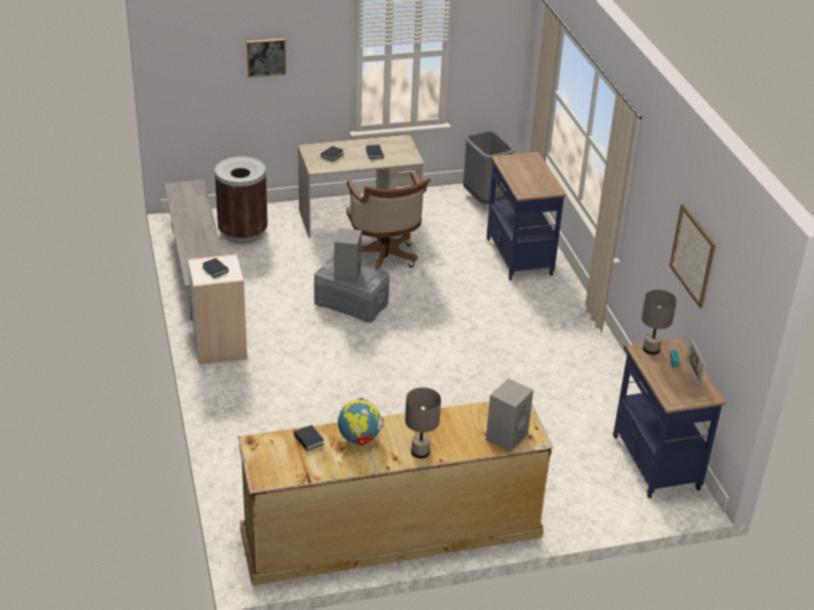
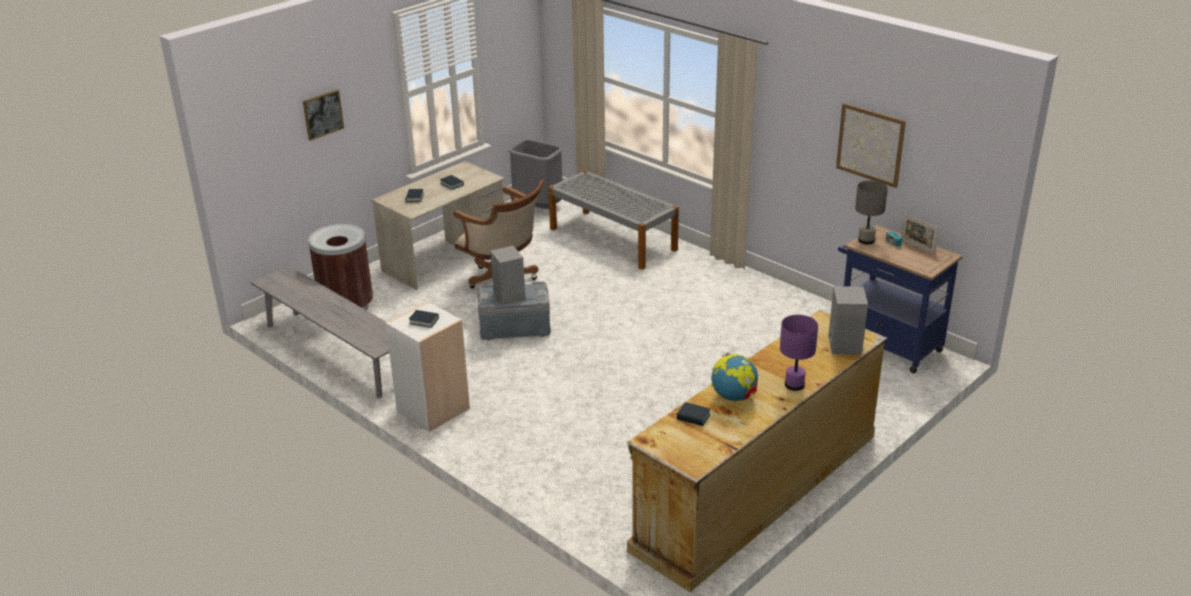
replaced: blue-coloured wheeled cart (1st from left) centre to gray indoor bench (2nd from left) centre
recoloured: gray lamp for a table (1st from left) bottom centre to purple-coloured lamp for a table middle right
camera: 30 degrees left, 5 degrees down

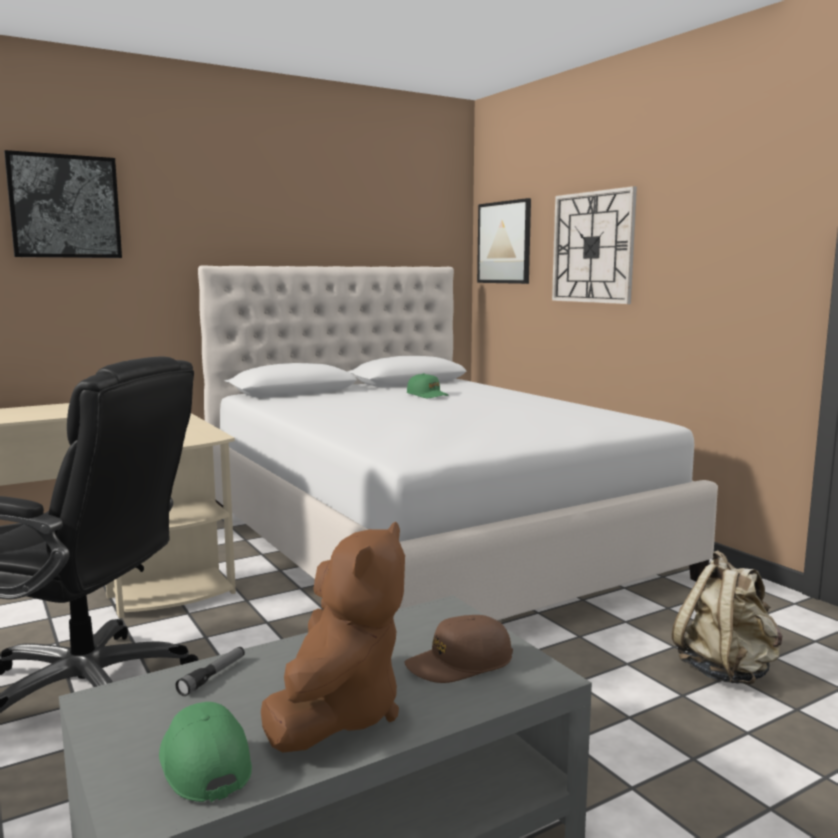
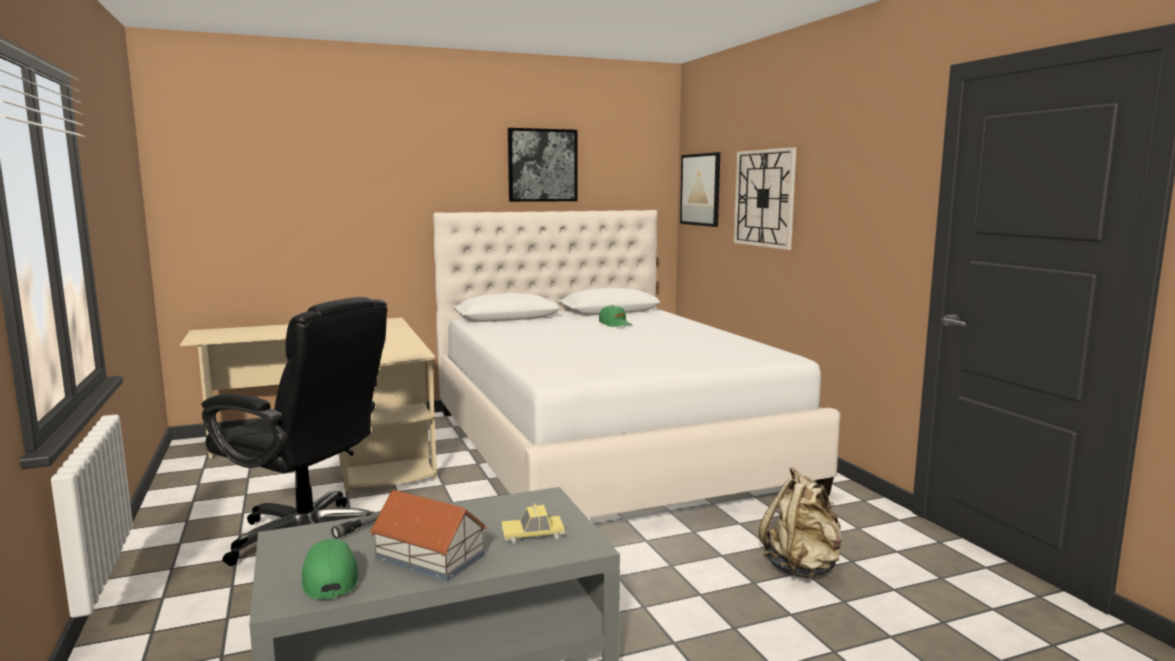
moved: picture (1st from left) top left to top centre
replaced: brown soft toy bottom centre to toy house bottom centre; brown baseball cap bottom centre to miniature car bottom centre
camera: 10 degrees right, 0 degrees up

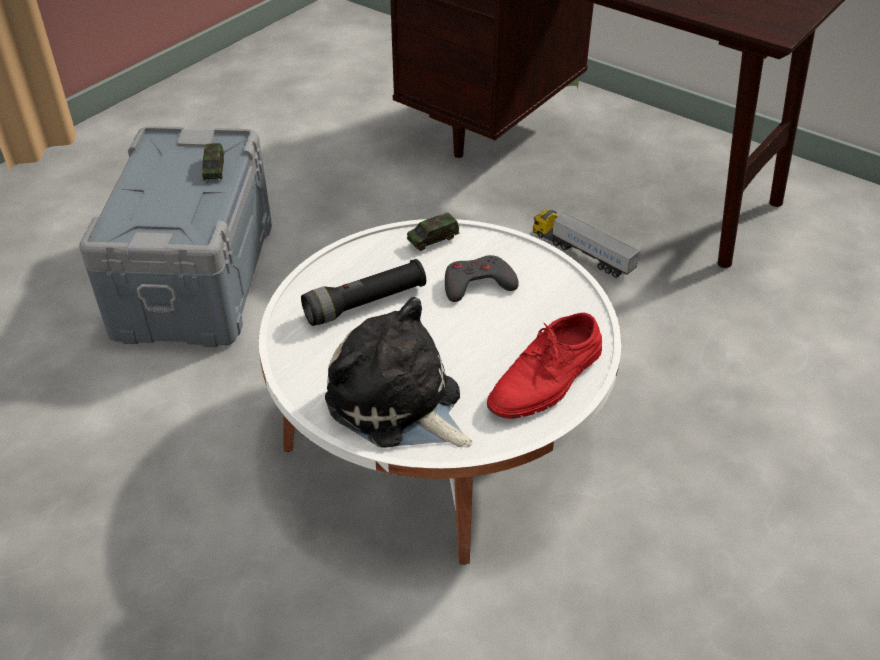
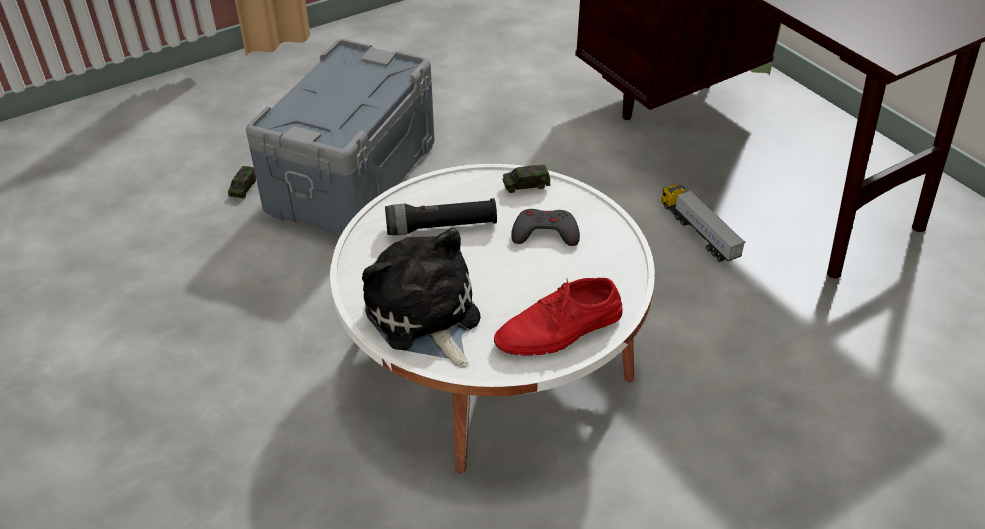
moved: miniature car (1st from left) top left to middle left
camera: 20 degrees right, 0 degrees up

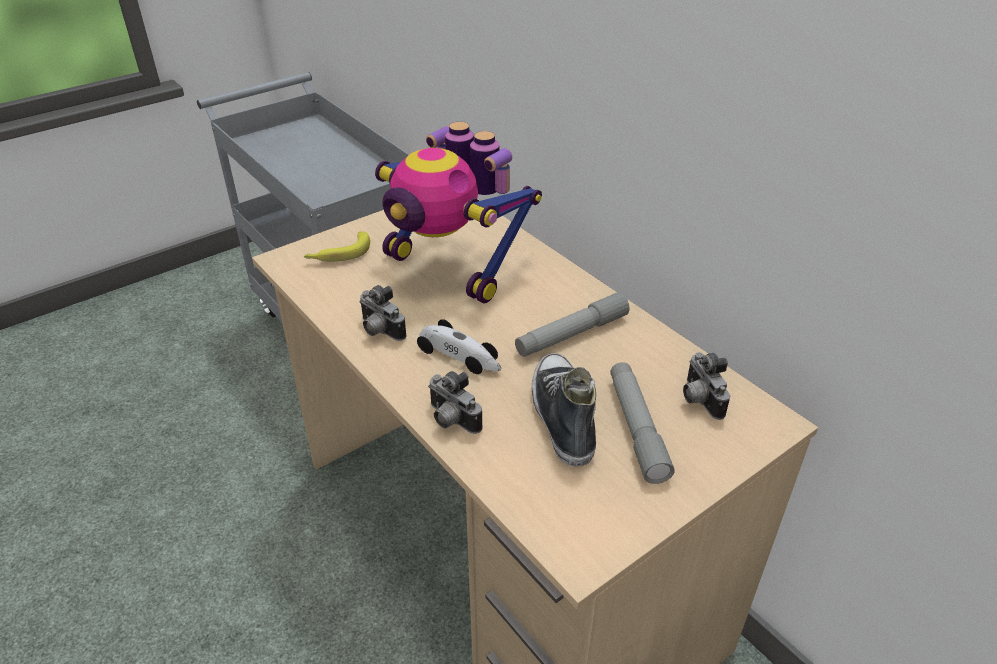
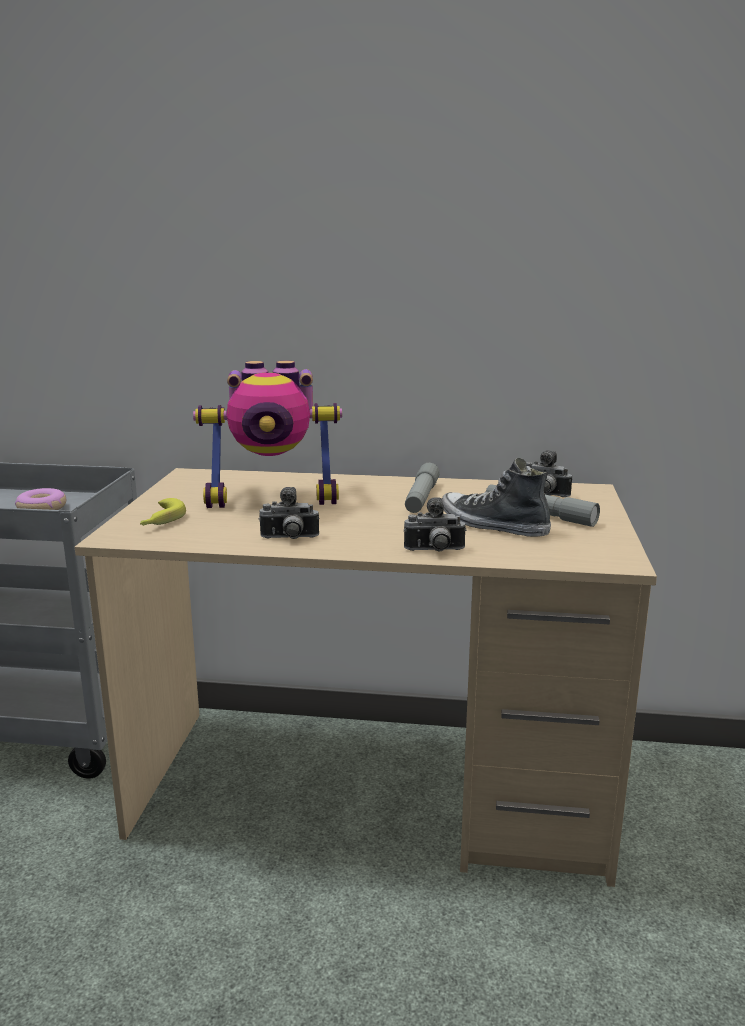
removed: miniature car centre
added: doughnut middle left
camera: 45 degrees left, 20 degrees down

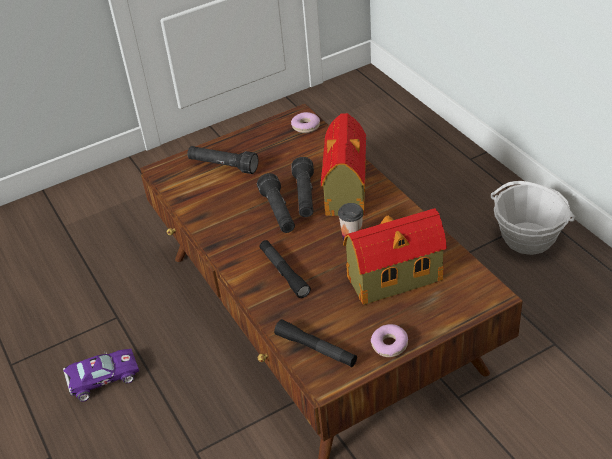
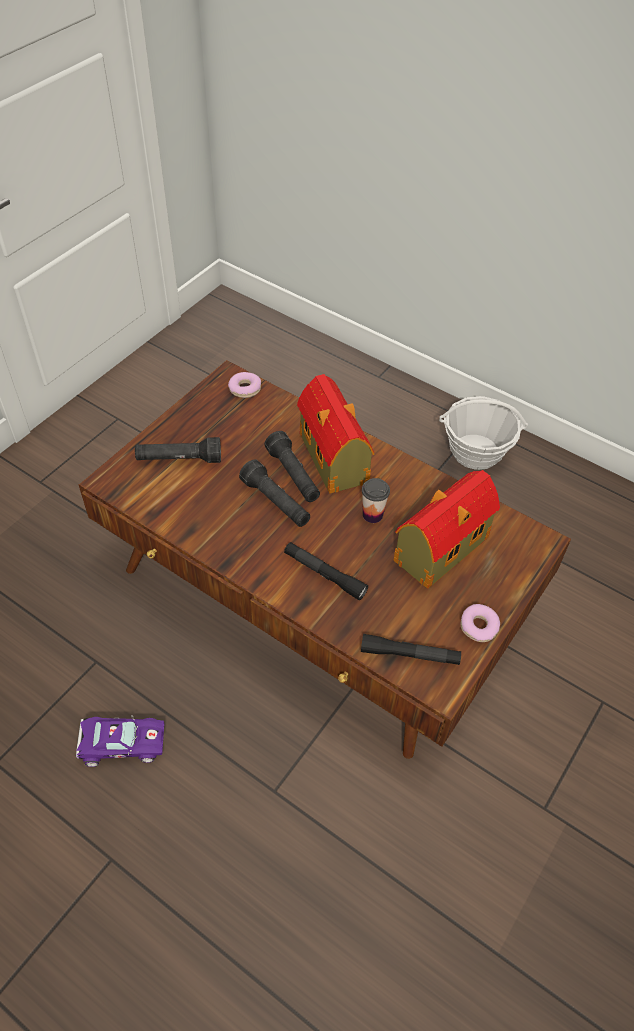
turned: purple-coloured miniature car bottom left = bottom left 45 degrees clockwise
camera: 30 degrees left, 10 degrees up

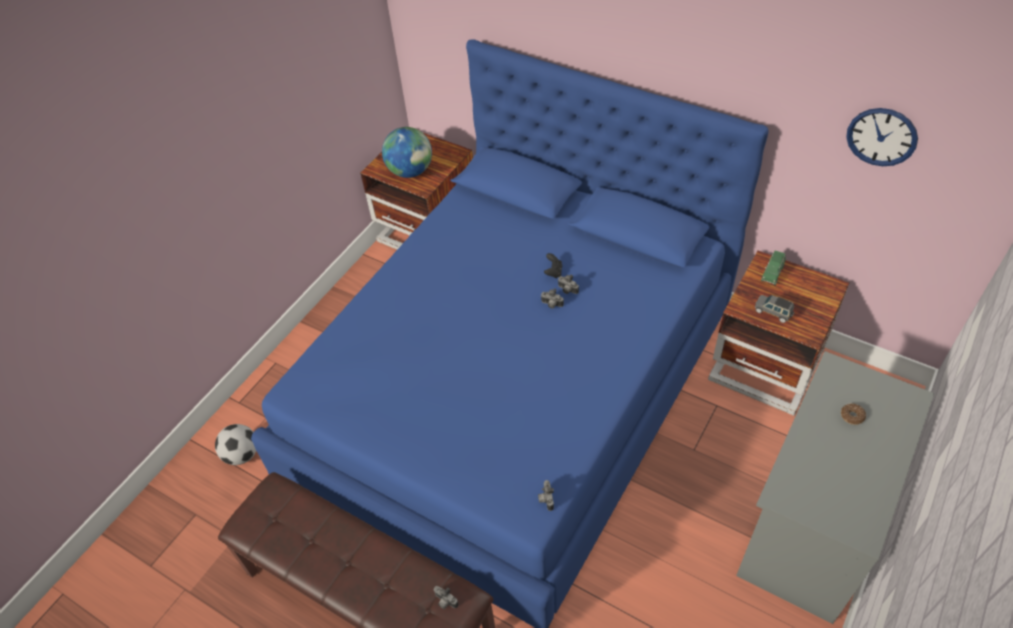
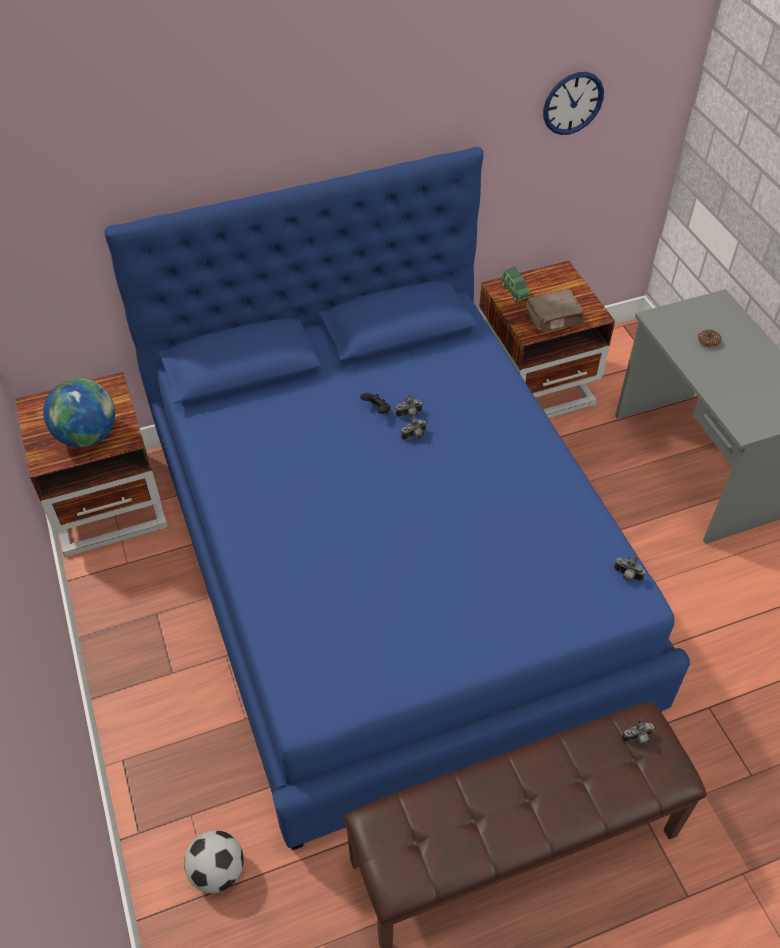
replaced: gray miniature car middle right to brown book top right
camera: 55 degrees left, 0 degrees up

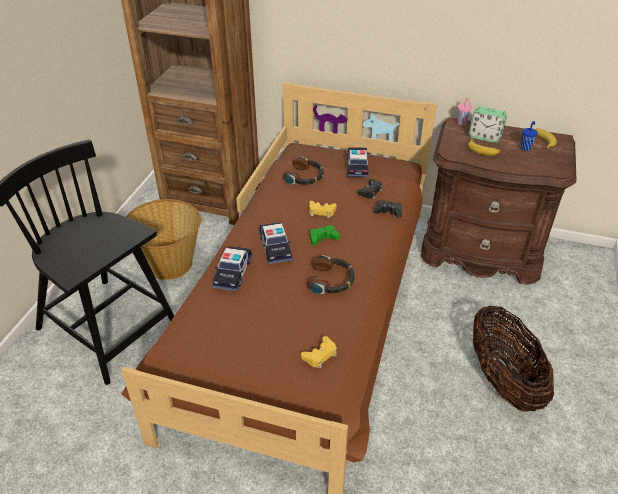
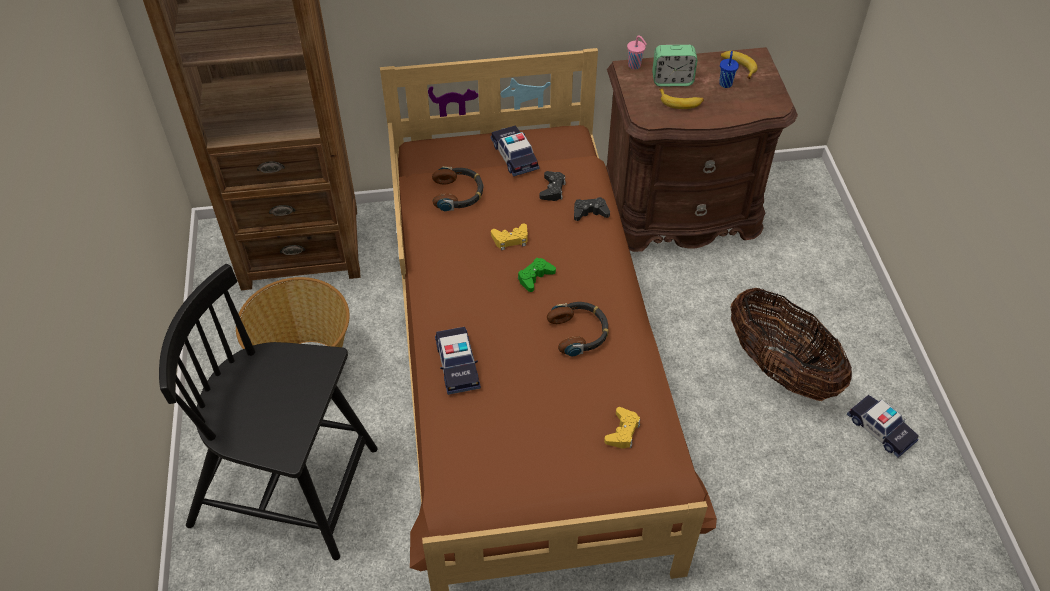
moved: miniature car (2nd from left in the first image) centre to miniature car (3rd from left) bottom right
camera: 25 degrees left, 10 degrees up

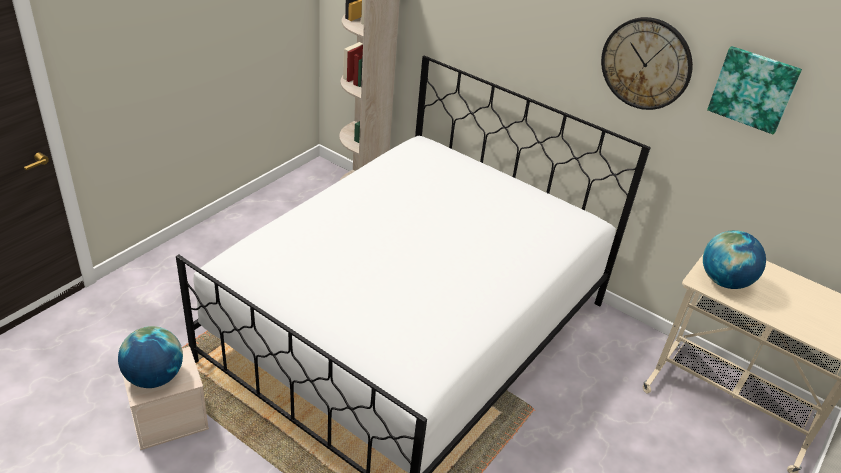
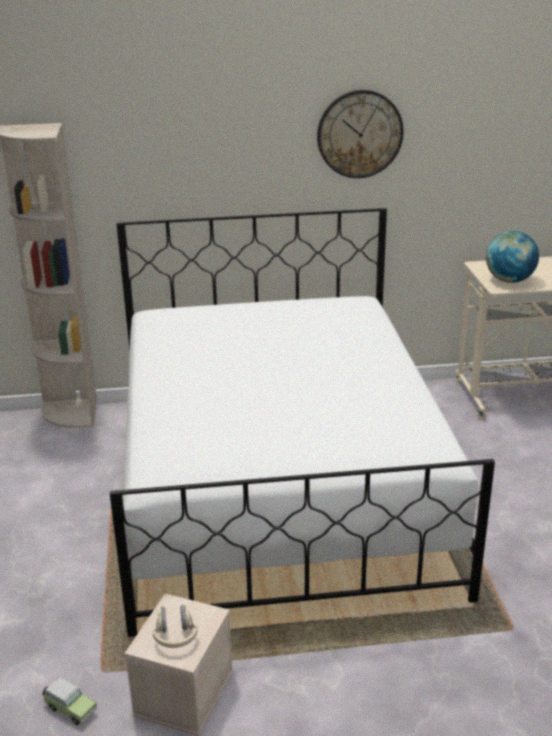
removed: picture top right
added: miniature car bottom left
replaced: desk globe (1st from left) bottom left to sand-coloured pair of headphones bottom left
camera: 40 degrees left, 10 degrees down

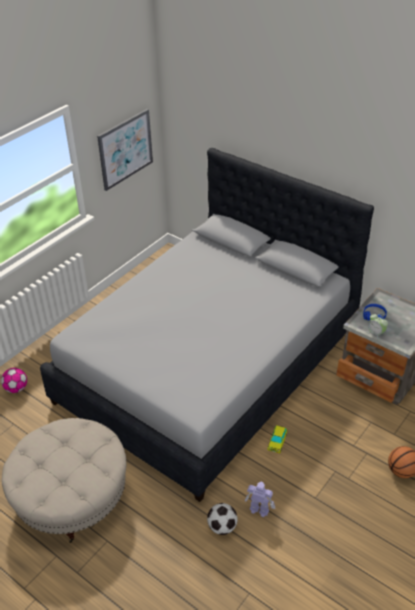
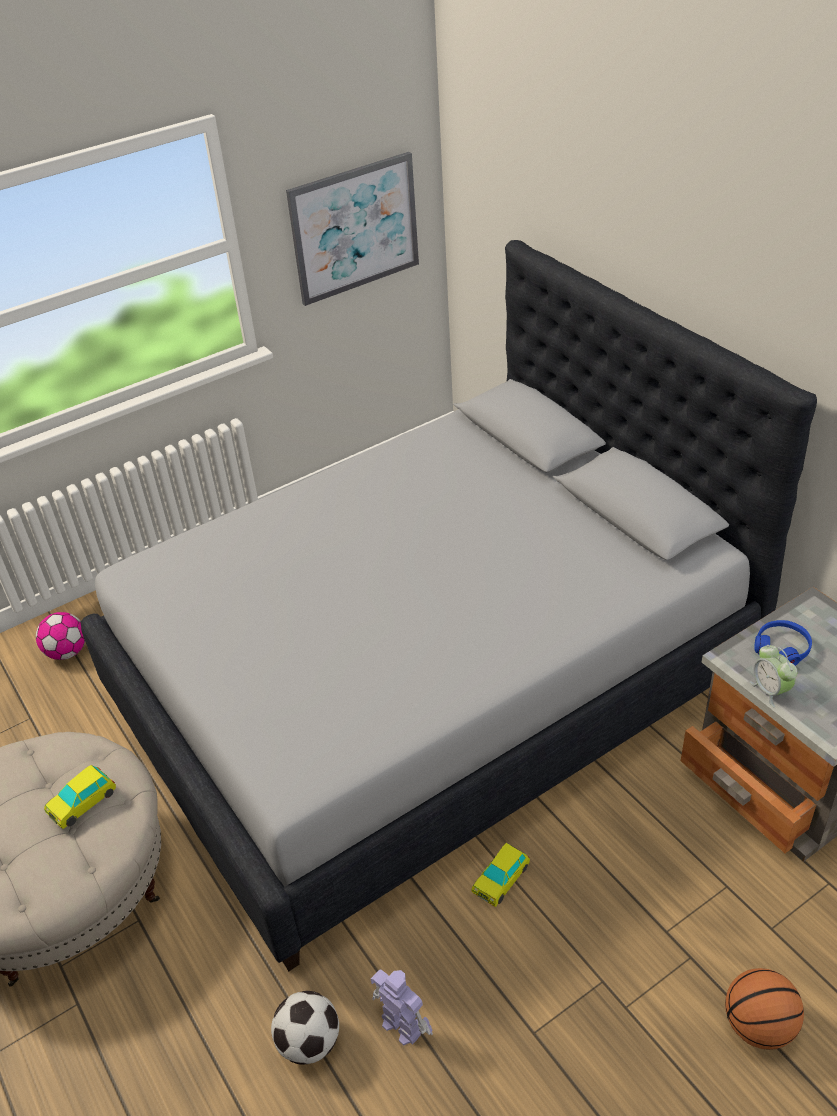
added: miniature car (1st from left) bottom left
camera: 20 degrees right, 0 degrees up

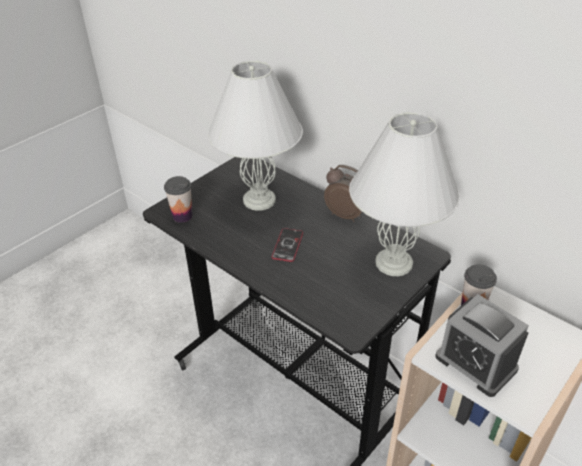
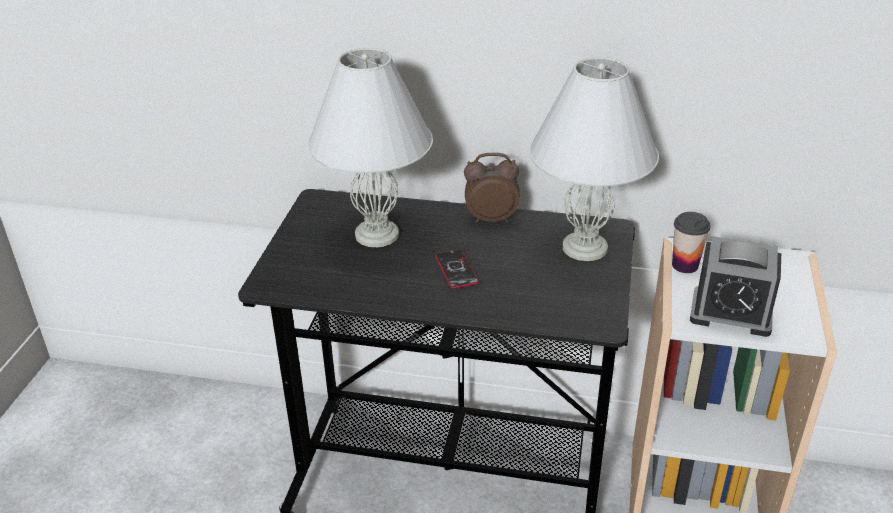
removed: small cup (1st from left) middle left
camera: 30 degrees left, 5 degrees down

